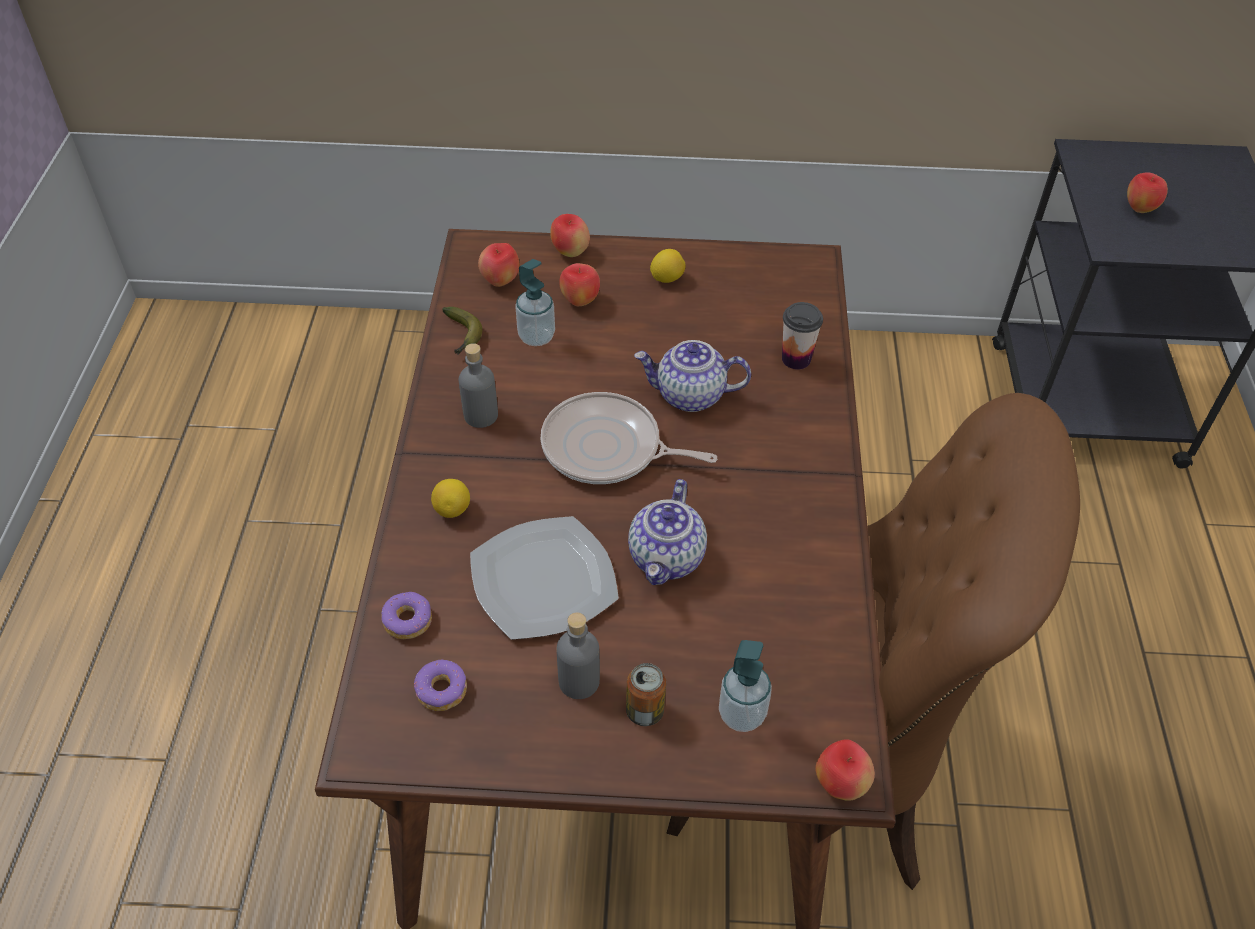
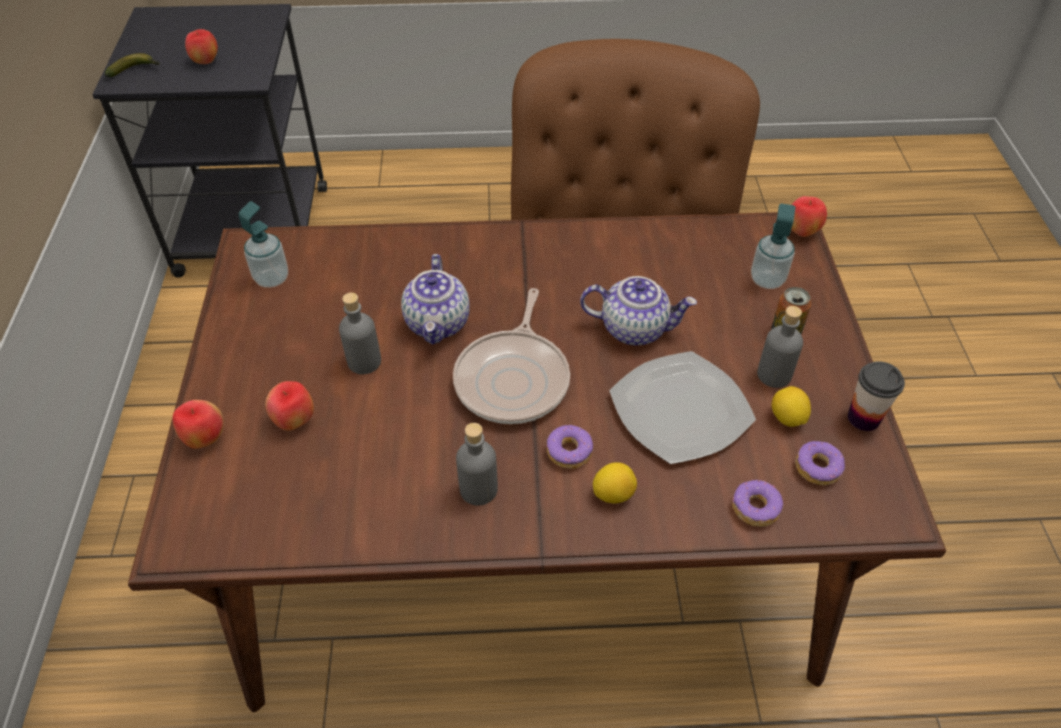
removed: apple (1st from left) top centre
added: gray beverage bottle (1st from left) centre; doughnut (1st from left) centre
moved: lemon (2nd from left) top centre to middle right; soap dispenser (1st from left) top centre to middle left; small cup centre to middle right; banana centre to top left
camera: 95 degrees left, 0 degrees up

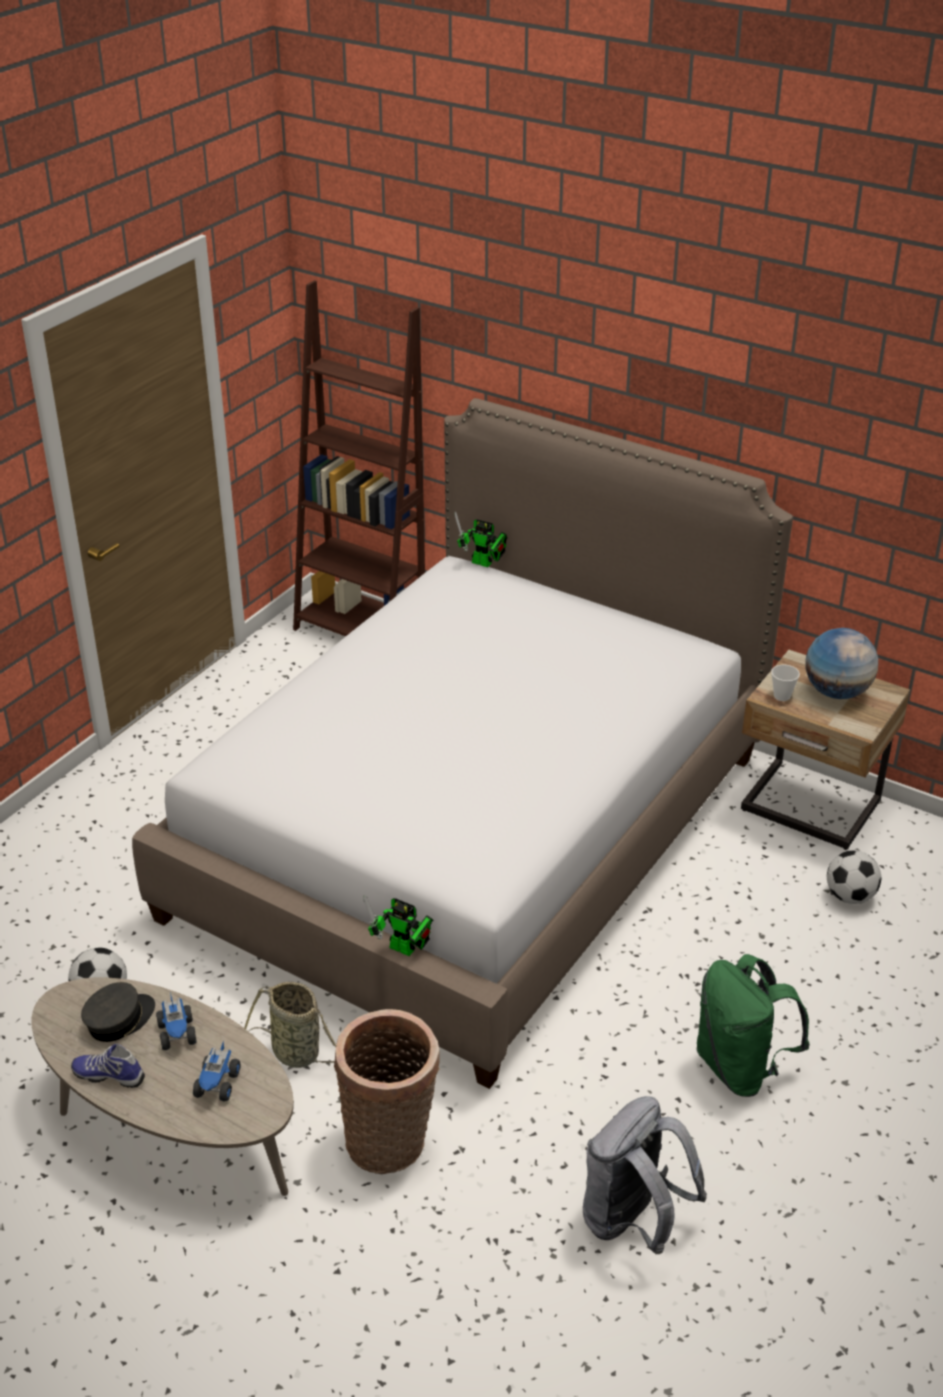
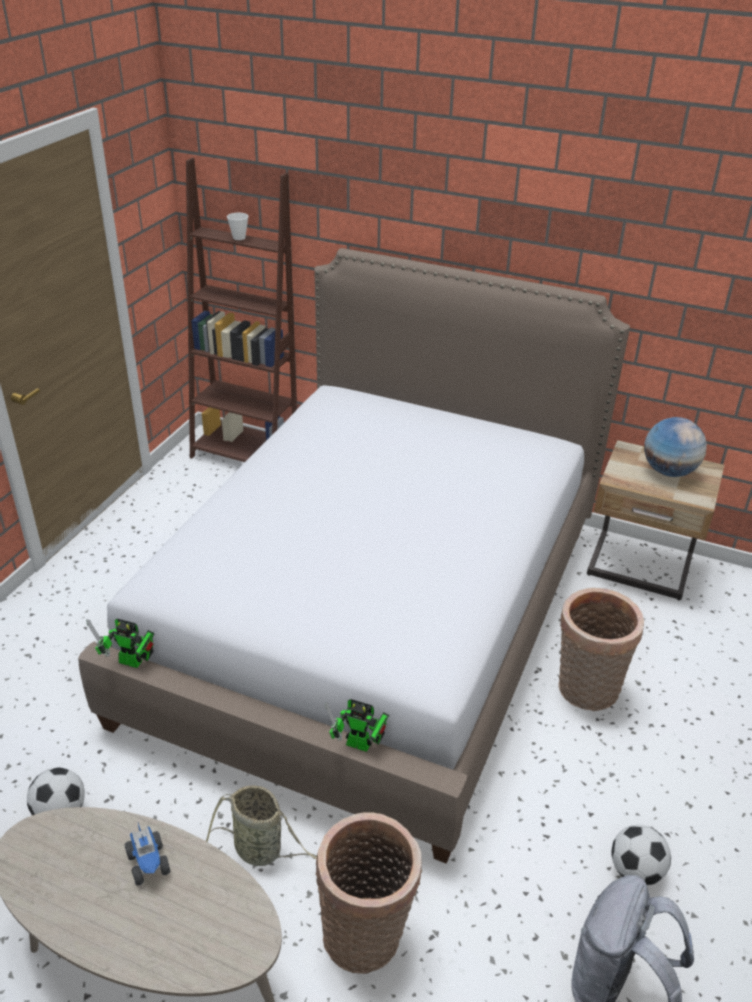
removed: green-coloured rucksack bottom right; gray baseball cap bottom left; model truck (2nd from left) bottom left; item of footwear bottom left
added: basket (3rd from left) middle right
moved: model robot (2nd from left in the first image) centre to model robot (1st from left) middle left; small cup middle right to top left; football ball (2nd from left) middle right to bottom right
camera: 10 degrees left, 0 degrees up

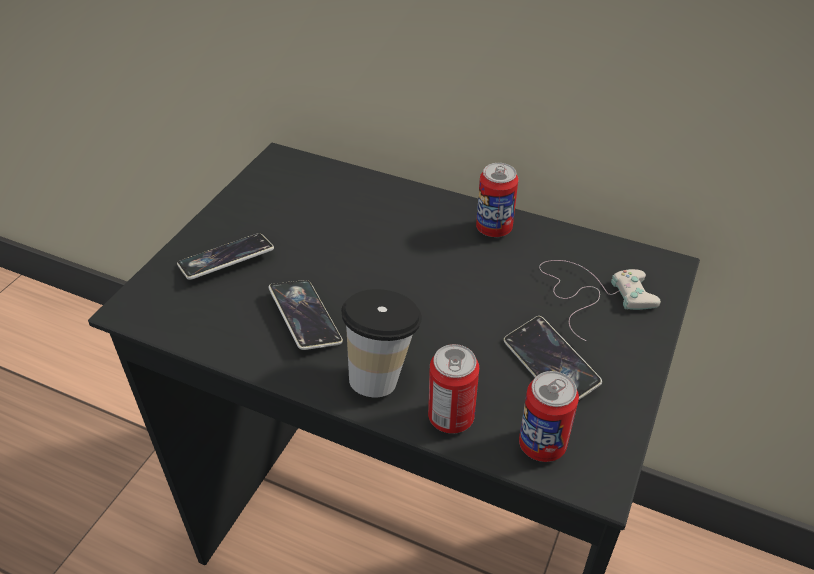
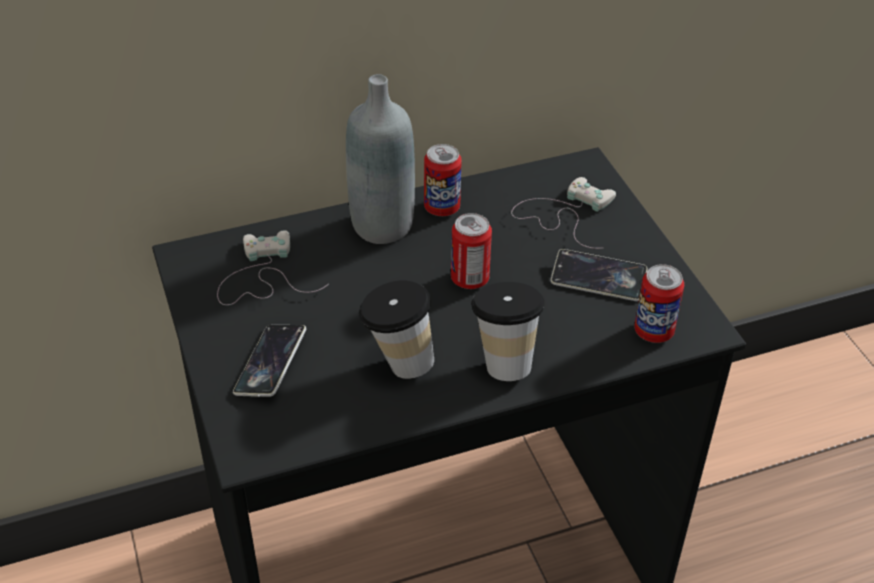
added: gray beverage bottle top centre; white gamepad (1st from left) middle left
moved: can (1st from left in the first image) bottom centre to can (2nd from left) centre
replaced: handset (2nd from left) centre to small cup (1st from left) centre
camera: 45 degrees left, 0 degrees up

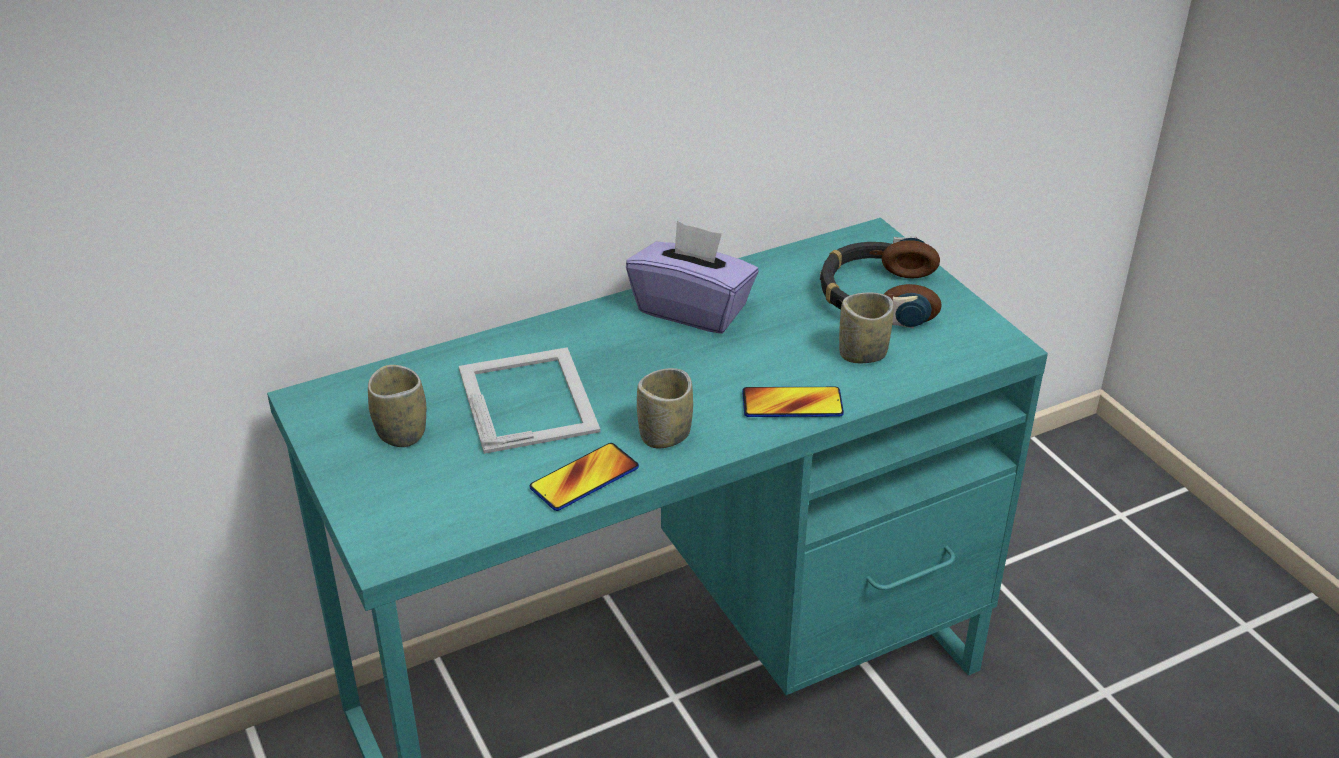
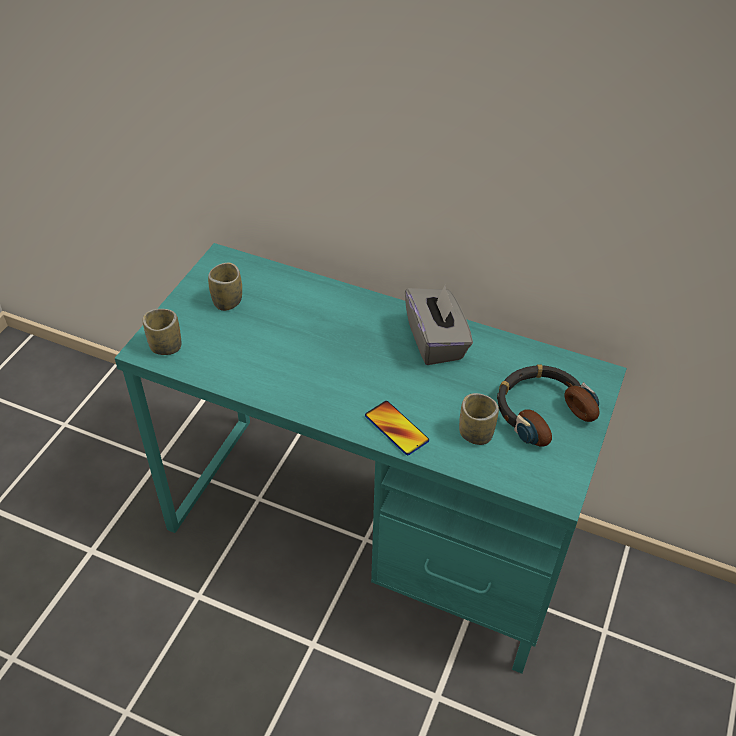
removed: standing frame centre; handset (1st from left) centre
moved: small cup (2nd from left in the first image) centre to small cup (1st from left) middle left
recoloured: purple-coloured box of tissues centre to gray box of tissues centre
camera: 50 degrees right, 10 degrees up

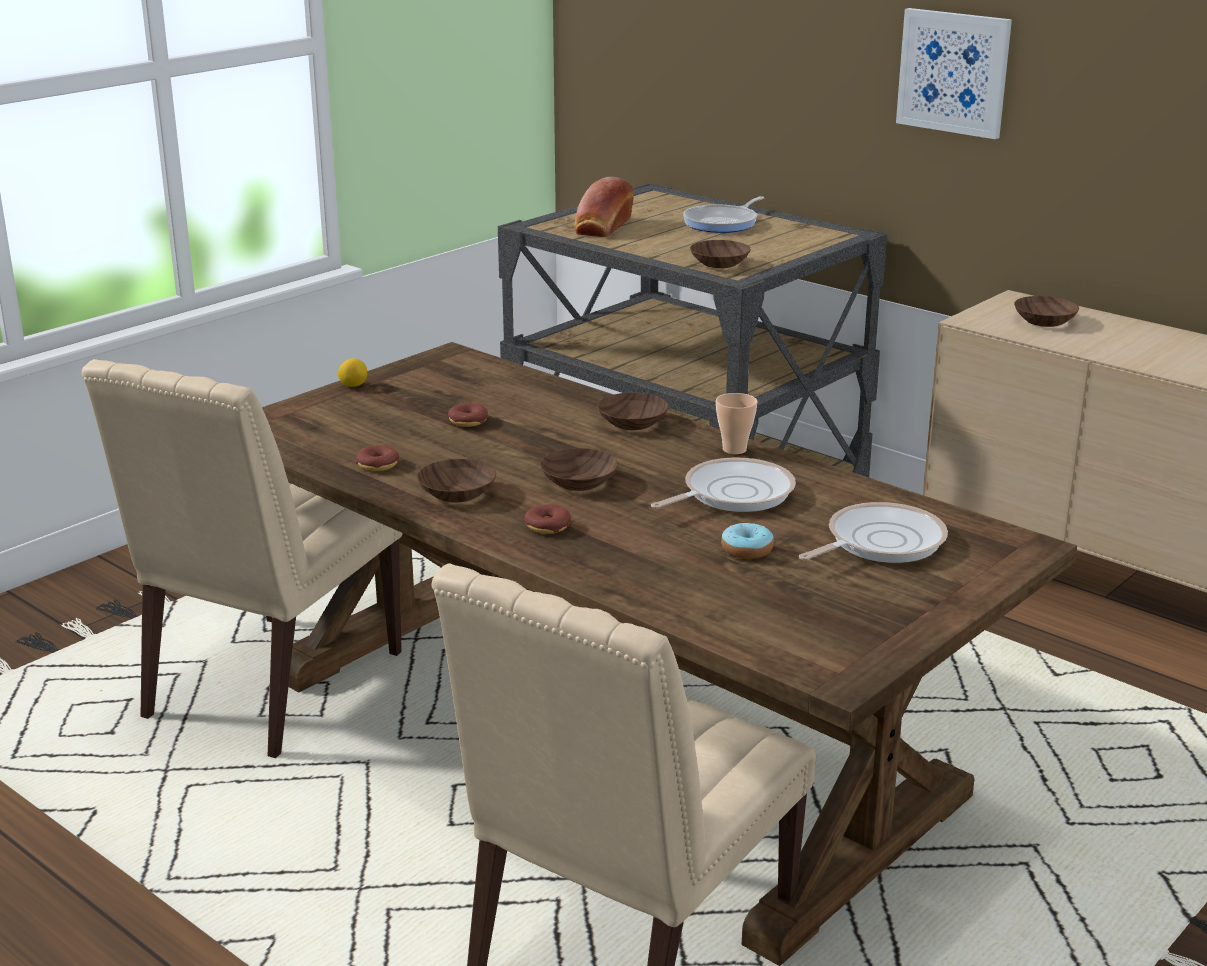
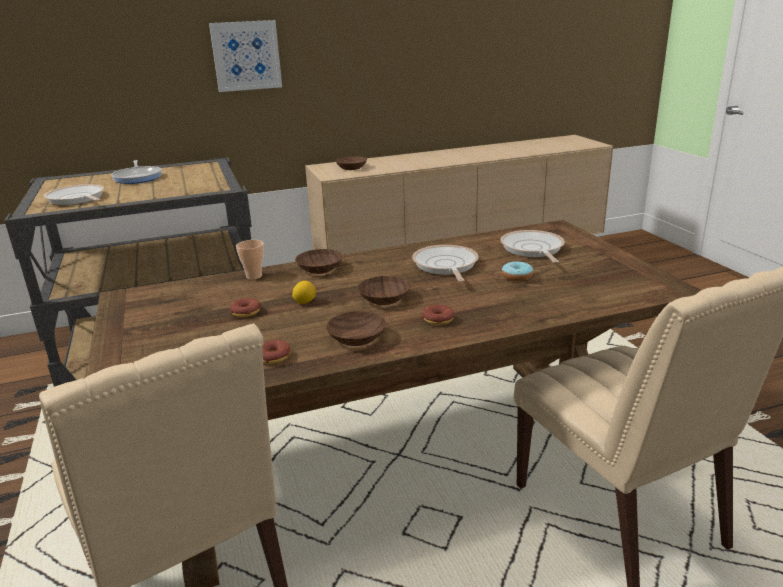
removed: brown deep dish (4th from left) top centre
moved: lemon middle left to centre; small cup centre to middle left
replaced: bakery bread top centre to pan (1st from left) top left
camera: 60 degrees left, 0 degrees up

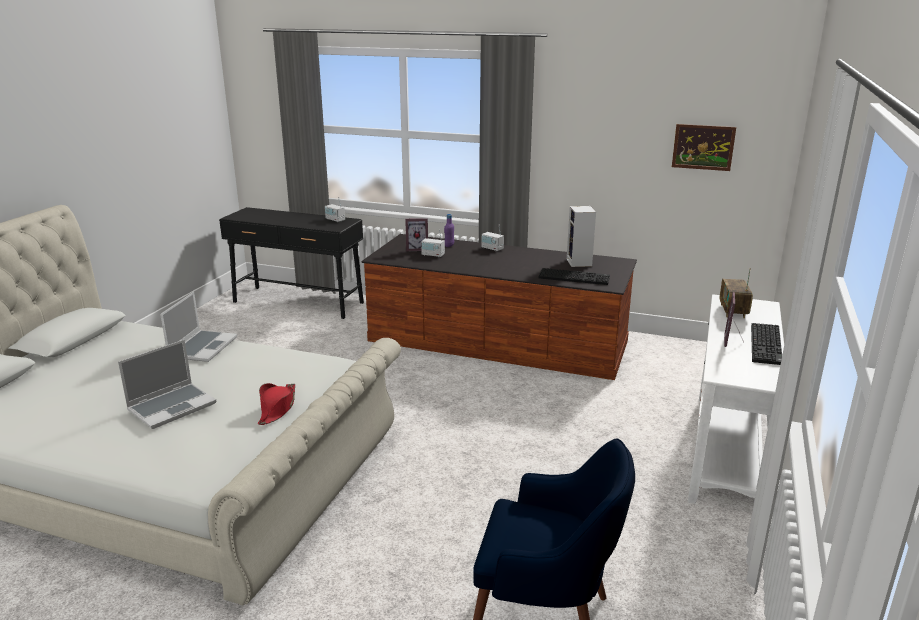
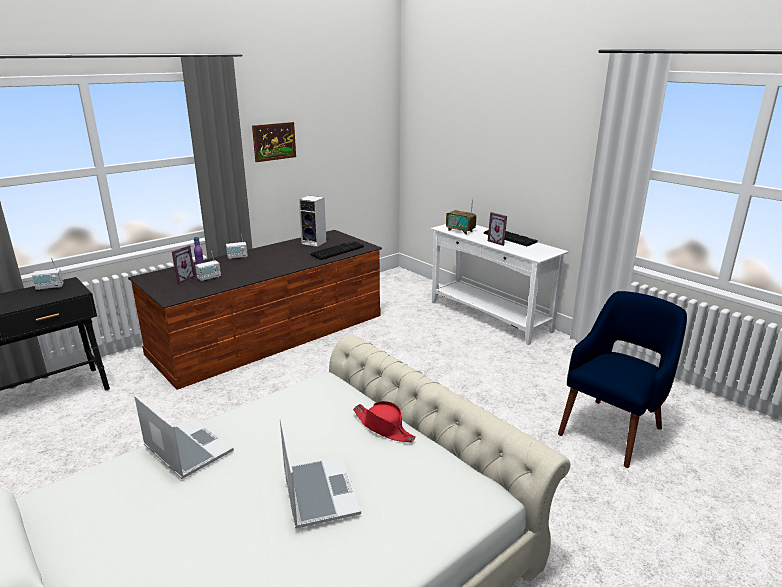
moved: picture top right to top centre
camera: 60 degrees left, 0 degrees up

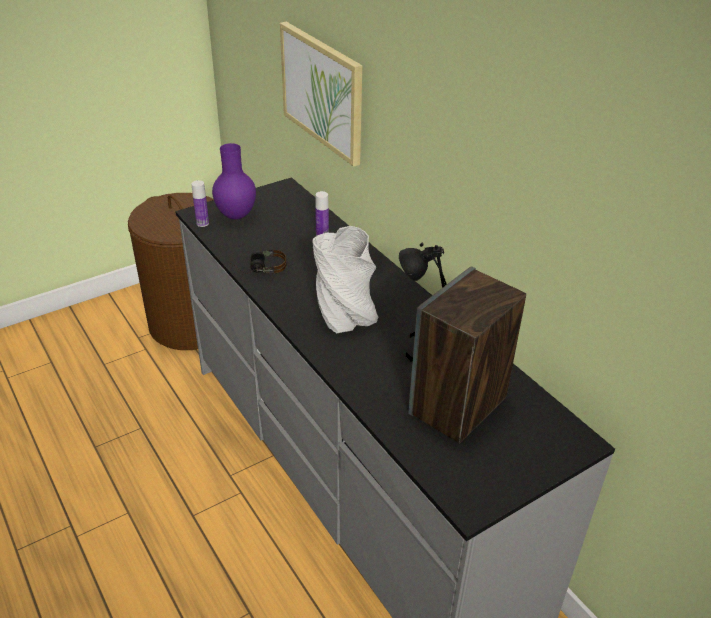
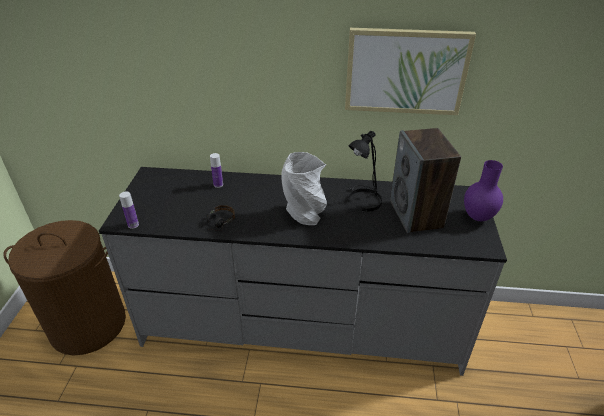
moved: picture top centre to top right; purple-coloured flower vase top left to middle right
camera: 50 degrees left, 0 degrees up

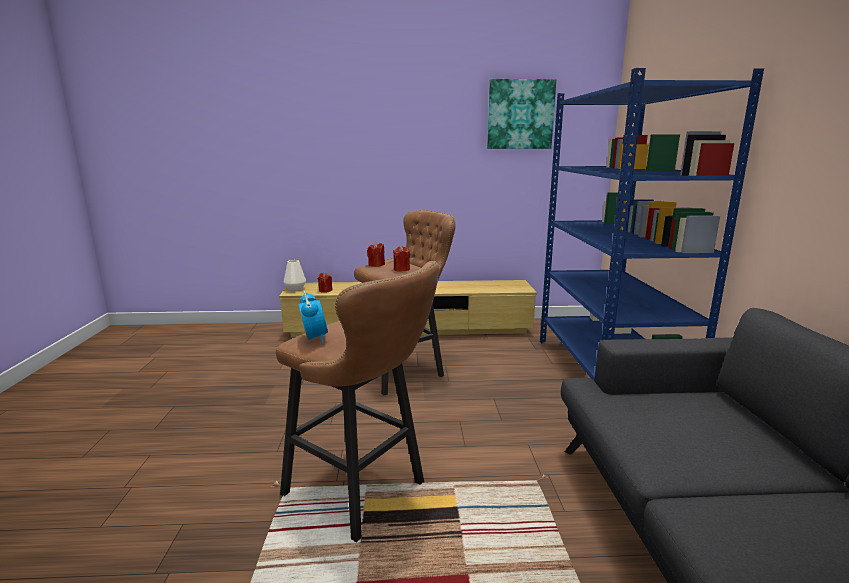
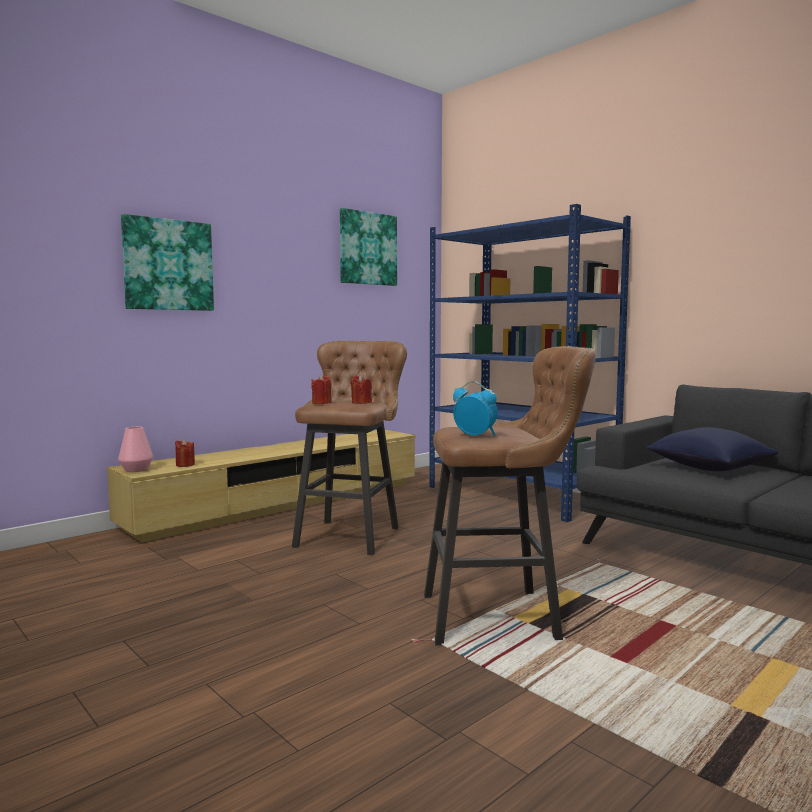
added: picture (1st from left) top left; blue-coloured cushion middle right
recoloured: white flower vase centre to pinkish flower vase middle left
camera: 40 degrees left, 10 degrees down

